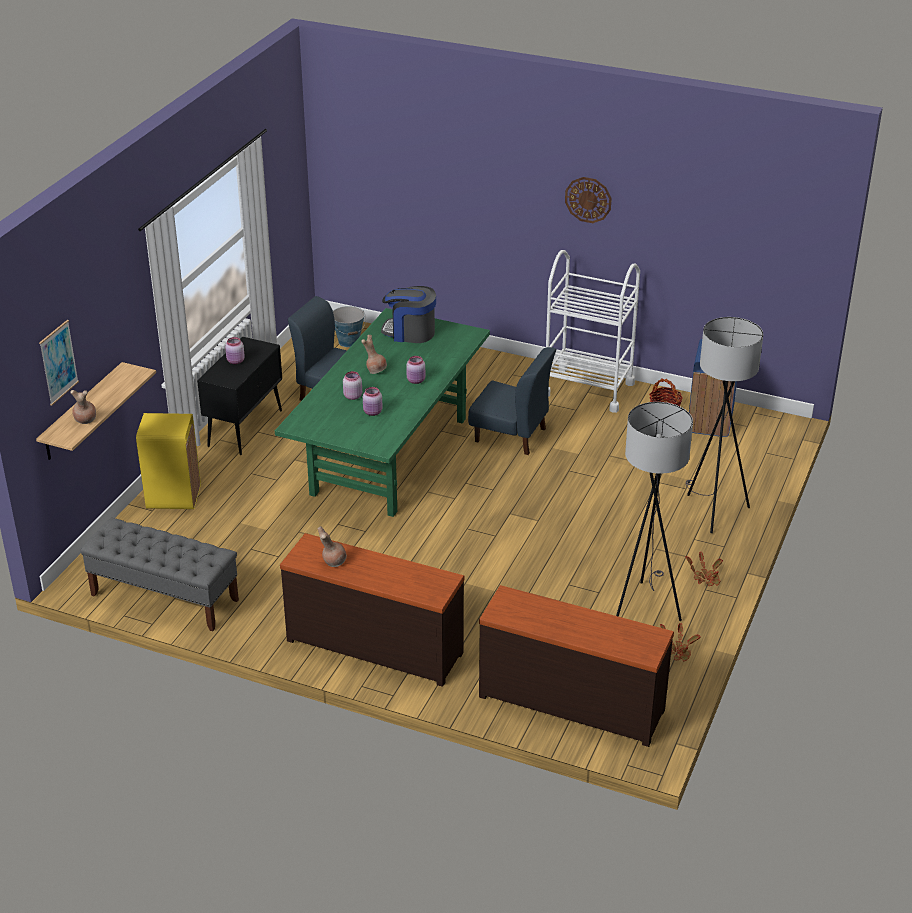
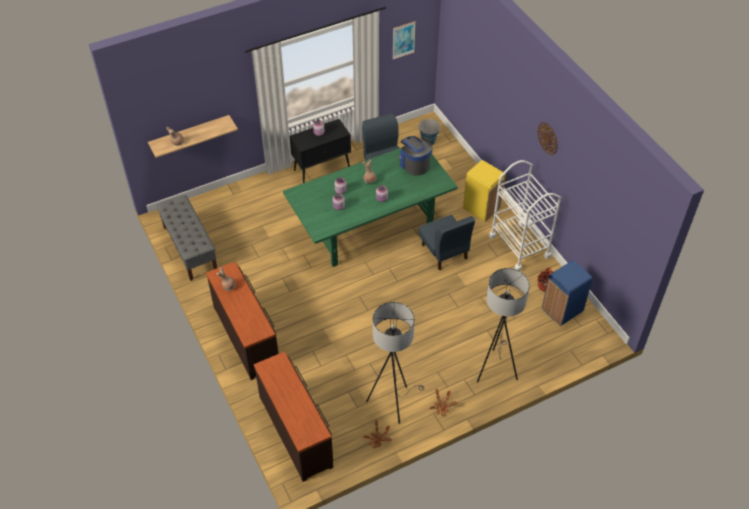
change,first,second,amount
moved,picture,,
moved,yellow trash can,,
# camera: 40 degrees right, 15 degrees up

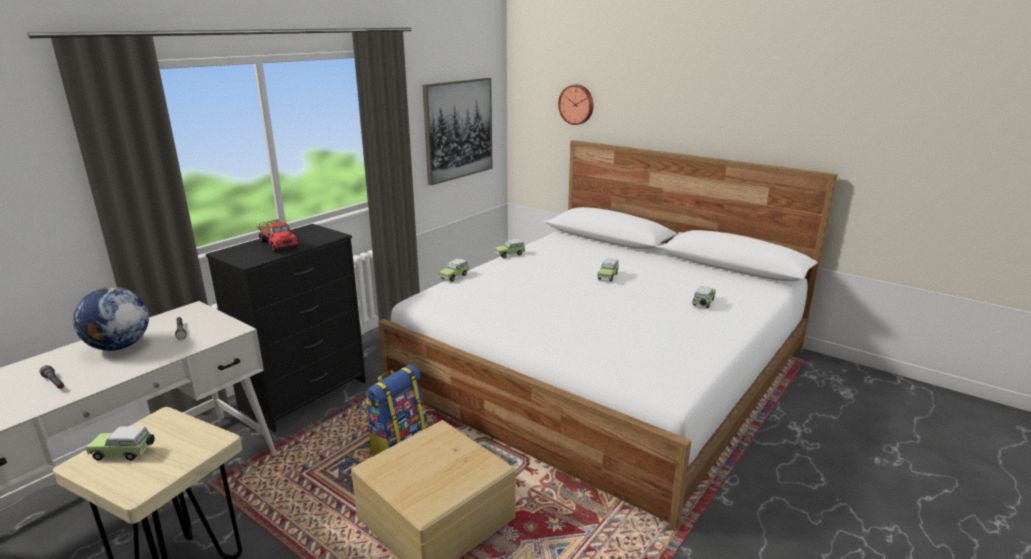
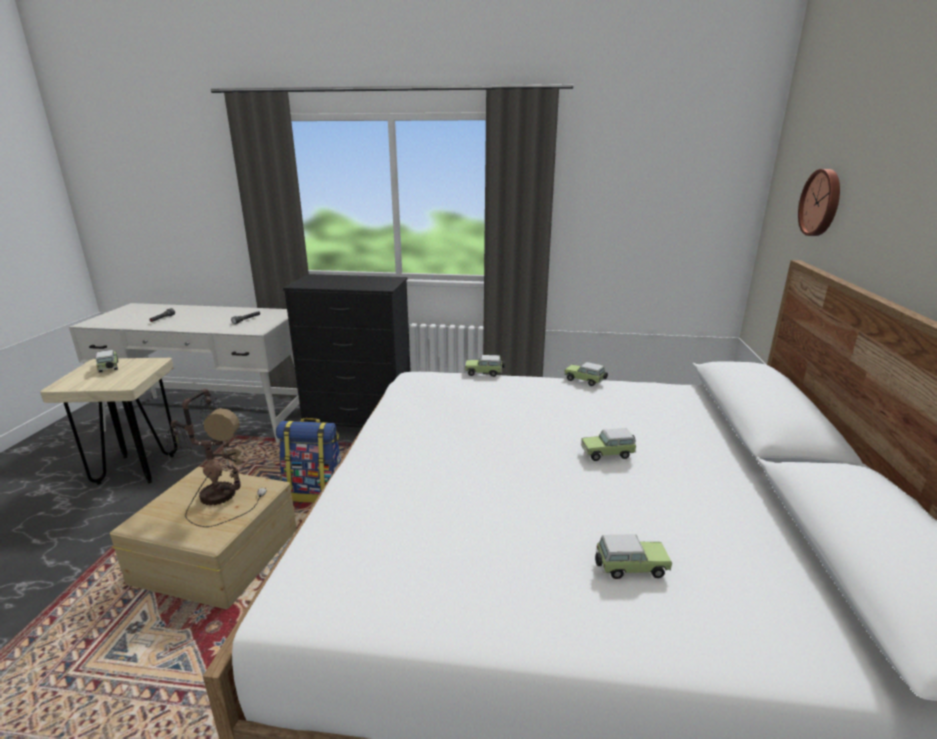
change,first,second,amount
removed,globe,,
removed,toy truck,,
removed,picture,,
added,,table lamp,
# camera: 60 degrees right, 0 degrees up

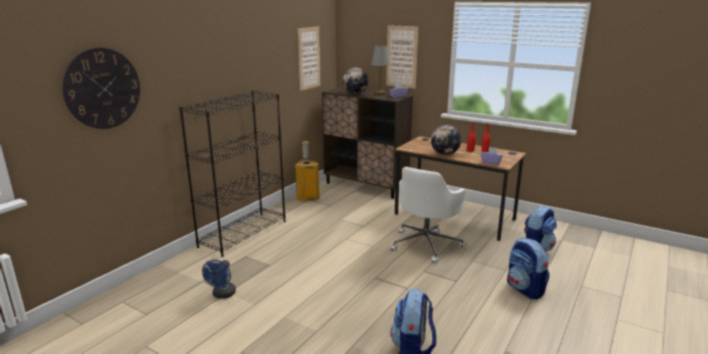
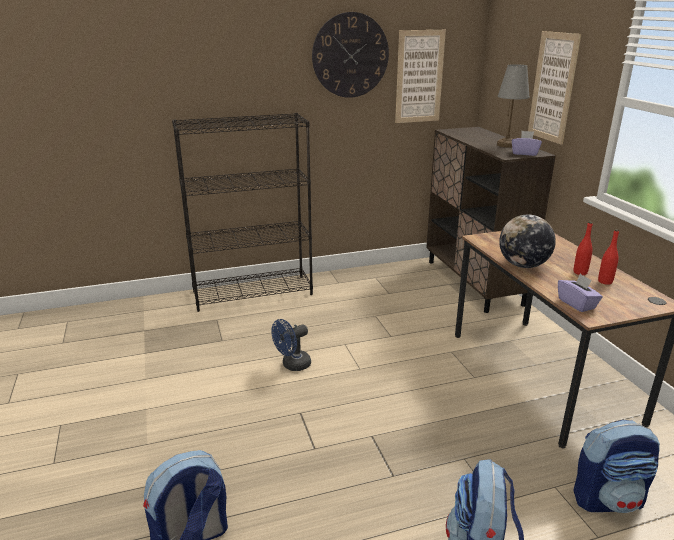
change,first,second,amount
removed,trash can,,
removed,globe (1st from left),,
removed,white office chair,,
moved,wall clock,,
moved,blue fan,,
# camera: 40 degrees right, 5 degrees up

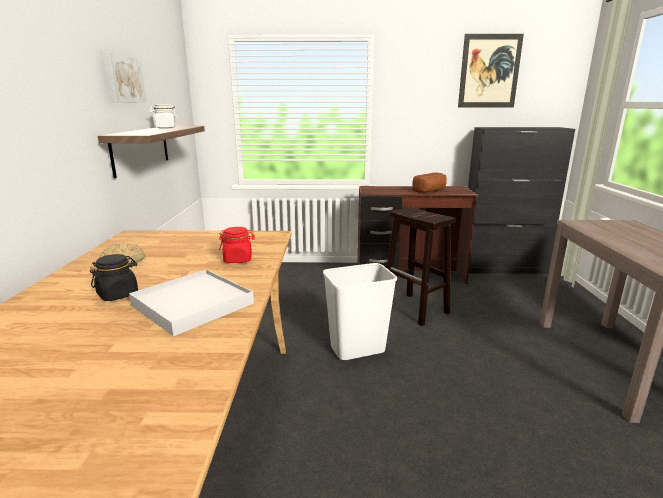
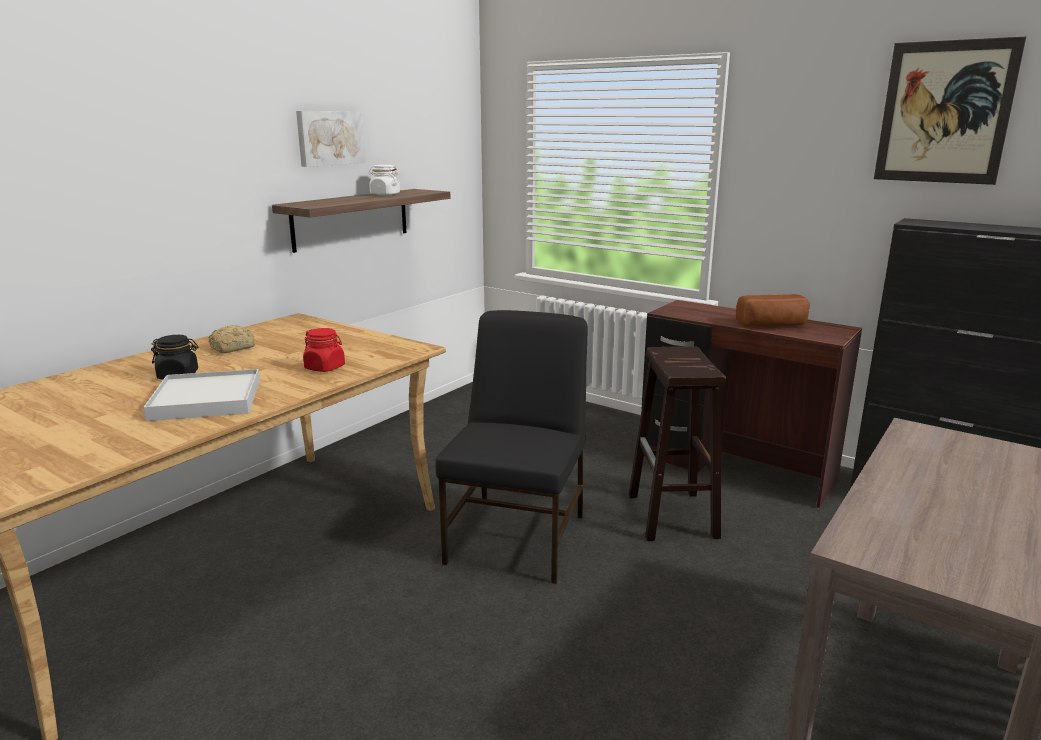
change,first,second,amount
replaced,white trash can,black chair,
# camera: 35 degrees right, 0 degrees up

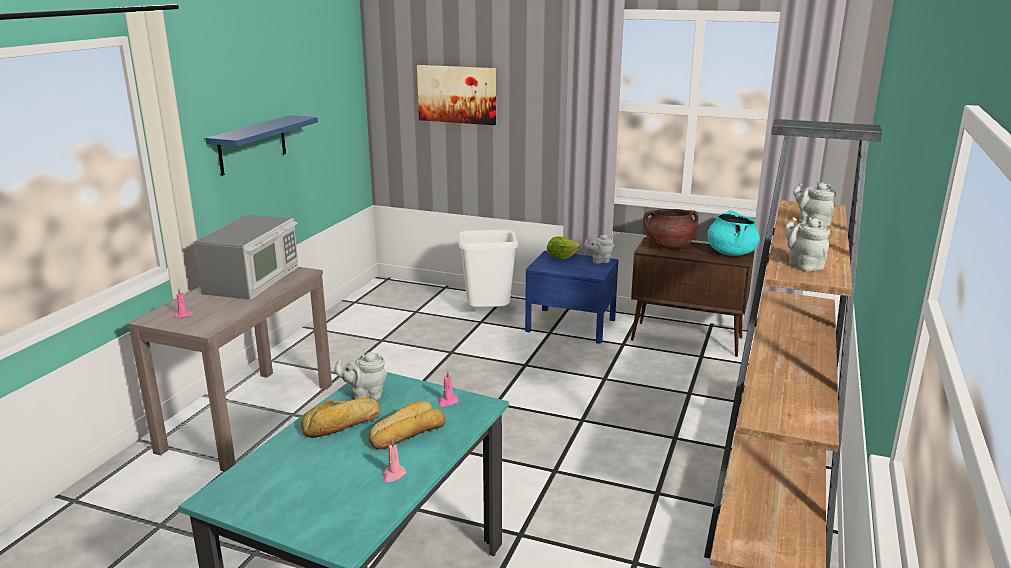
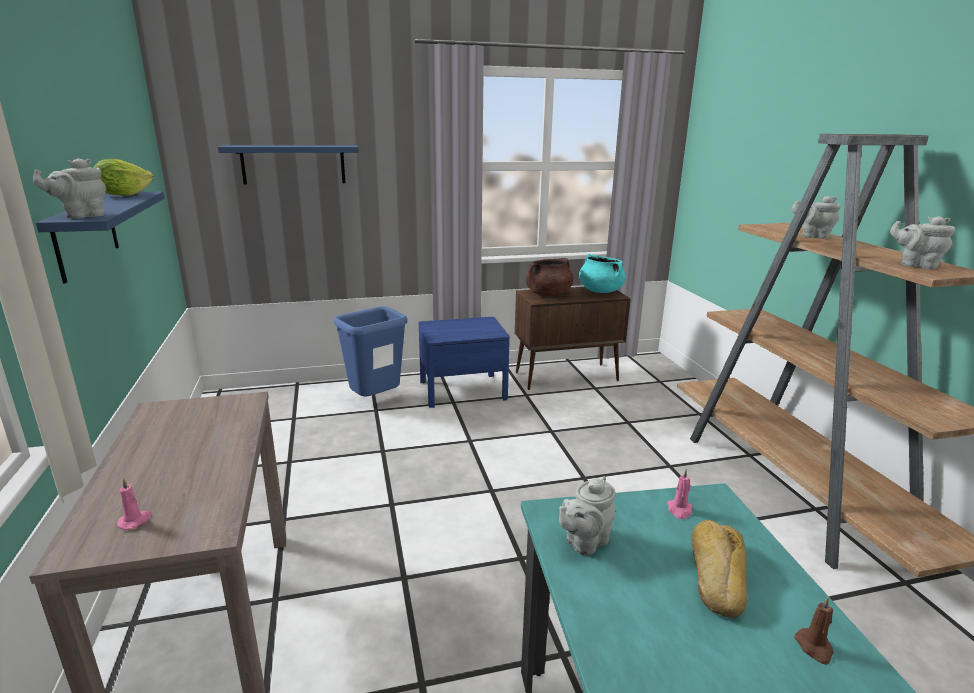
change,first,second,amount
removed,microwave,,
removed,bread (1st from left),,
moved,lettuce,,
moved,grey teapot (2nd from left in the first image),grey teapot (1st from left),
replaced,picture,blue shelf (2nd from left),
recoloured,pink candle (2nd from left),brown candle,
recoloured,white trash can,blue trash can,
# camera: 35 degrees left, 0 degrees up

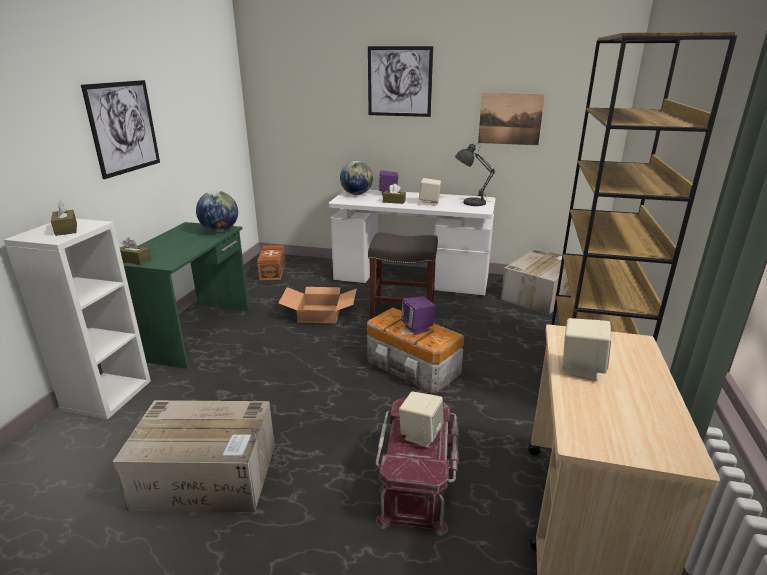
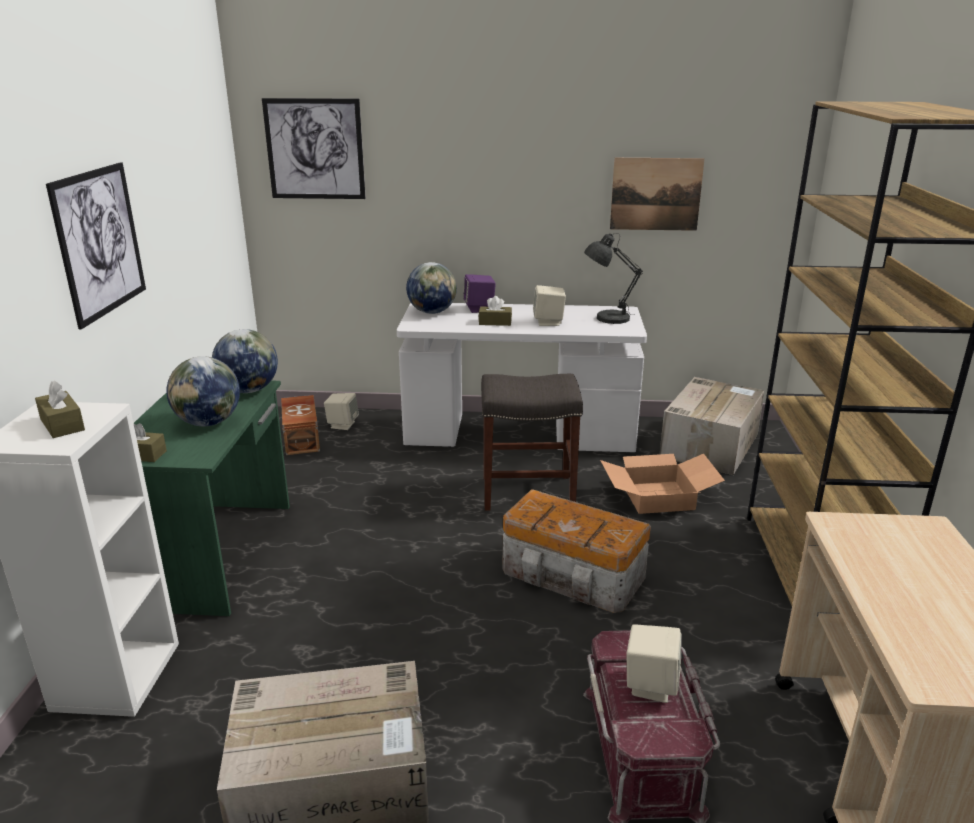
change,first,second,amount
removed,purple speaker (2nd from left),,
added,,globe (1st from left),
moved,cardboard box (2nd from left),,
moved,picture (2nd from left),,
moved,beige speaker (3rd from left in the first image),beige speaker (1st from left),
# camera: 10 degrees left, 0 degrees up

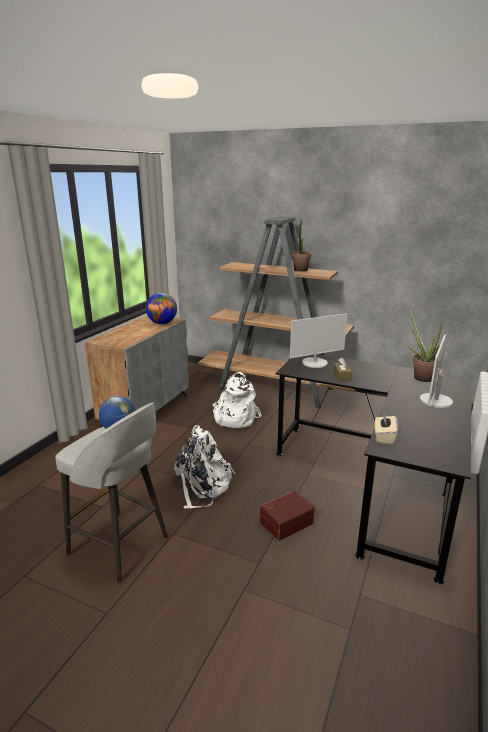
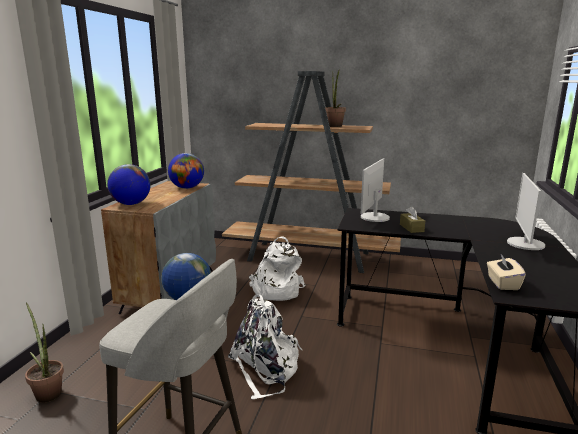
change,first,second,amount
removed,brown storage box,,
added,,globe (1st from left),
moved,potted plant (2nd from left in the first image),potted plant (1st from left),
turned,monitor (1st from left),,150 degrees clockwise
# camera: 10 degrees left, 5 degrees down

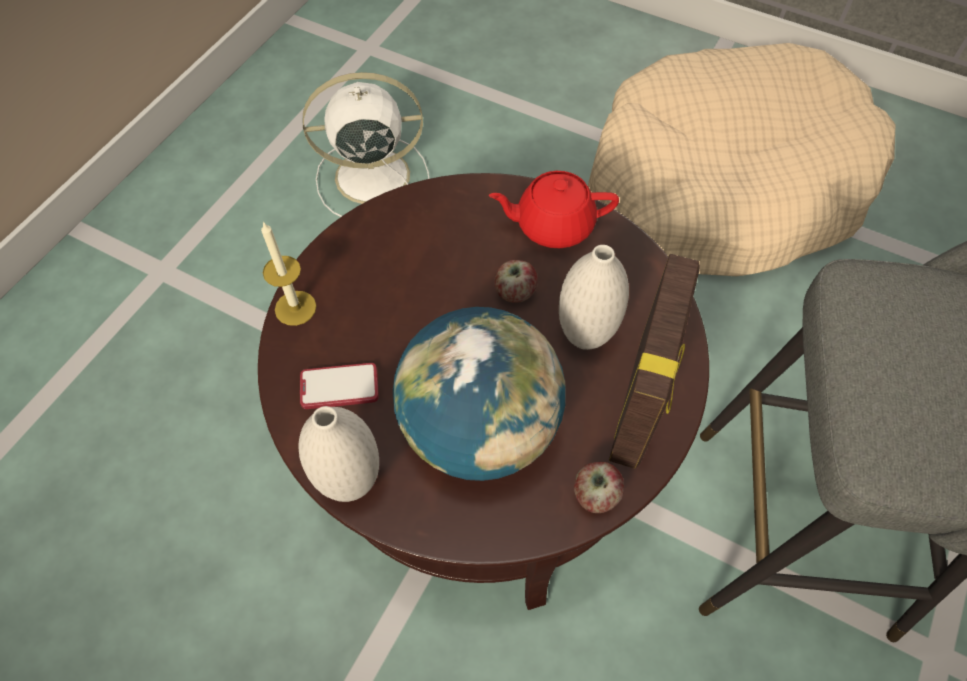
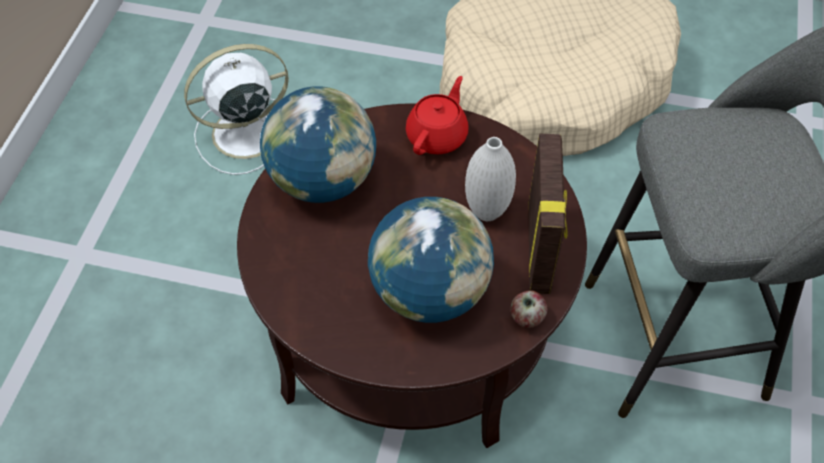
change,first,second,amount
removed,candle,,
removed,white vase (1st from left),,
removed,phone,,
removed,apple (1st from left),,
added,,globe (1st from left),
turned,red teapot,,135 degrees clockwise
# camera: 15 degrees left, 5 degrees down

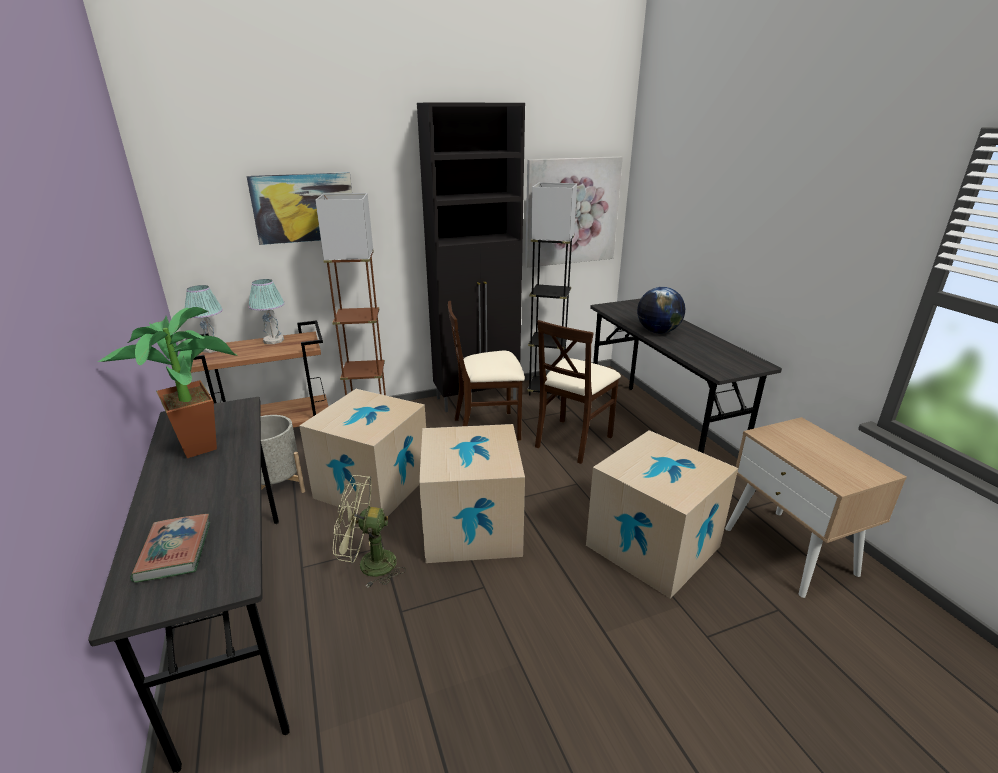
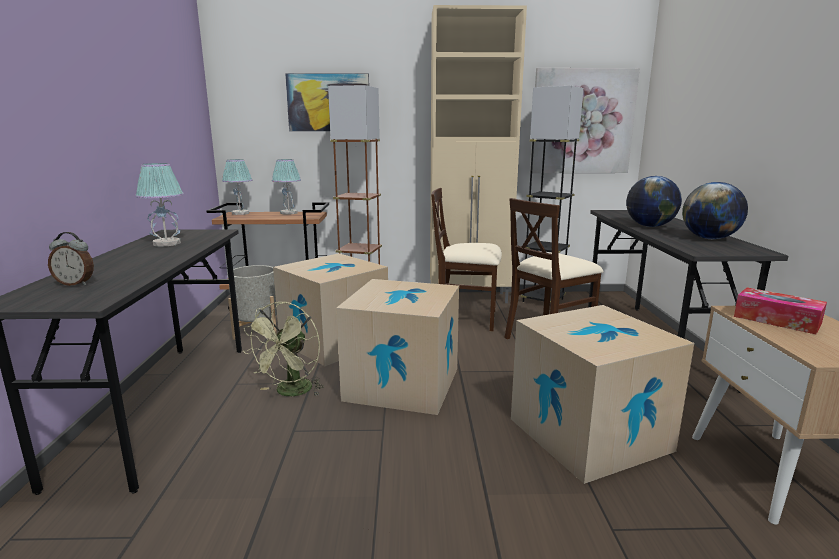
change,first,second,amount
added,,globe (2nd from left),
added,,tissue box,
replaced,potted plant,table lamp (1st from left),
replaced,book,alarm clock,
recoloured,black cabinet,beige cabinet,
turned,green fan,,90 degrees counterclockwise
# camera: 20 degrees right, 10 degrees down

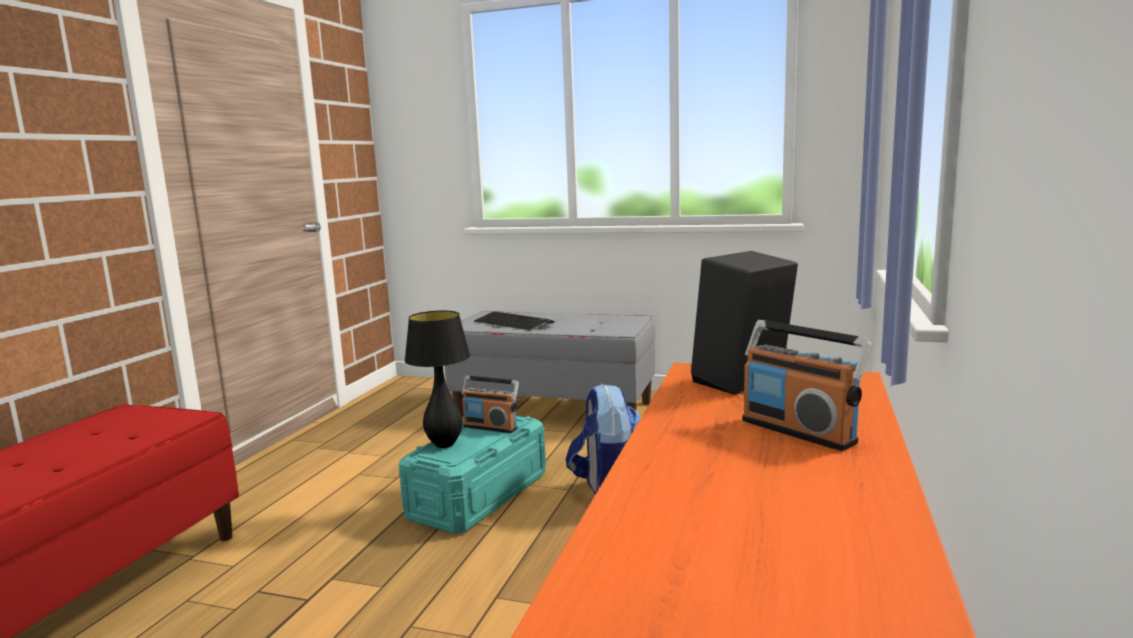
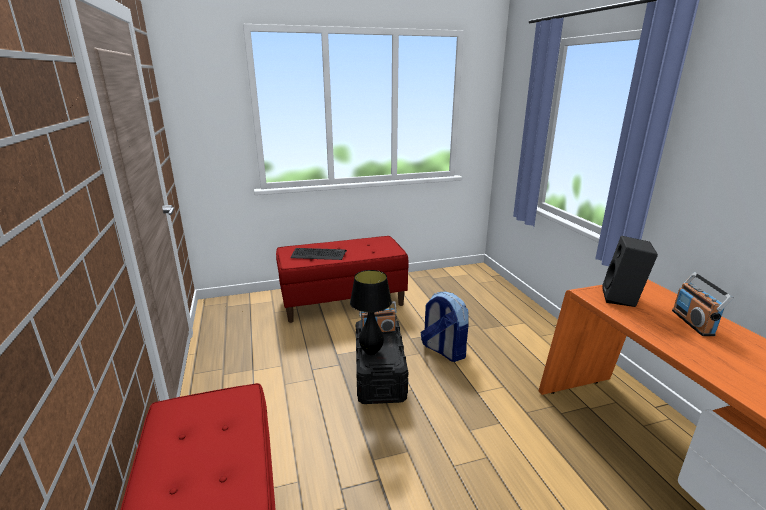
change,first,second,amount
recoloured,turquoise storage box,black storage box,
recoloured,grey bench,red bench (2nd from left),
turned,radio (2nd from left),,75 degrees clockwise
# camera: 35 degrees left, 10 degrees up

